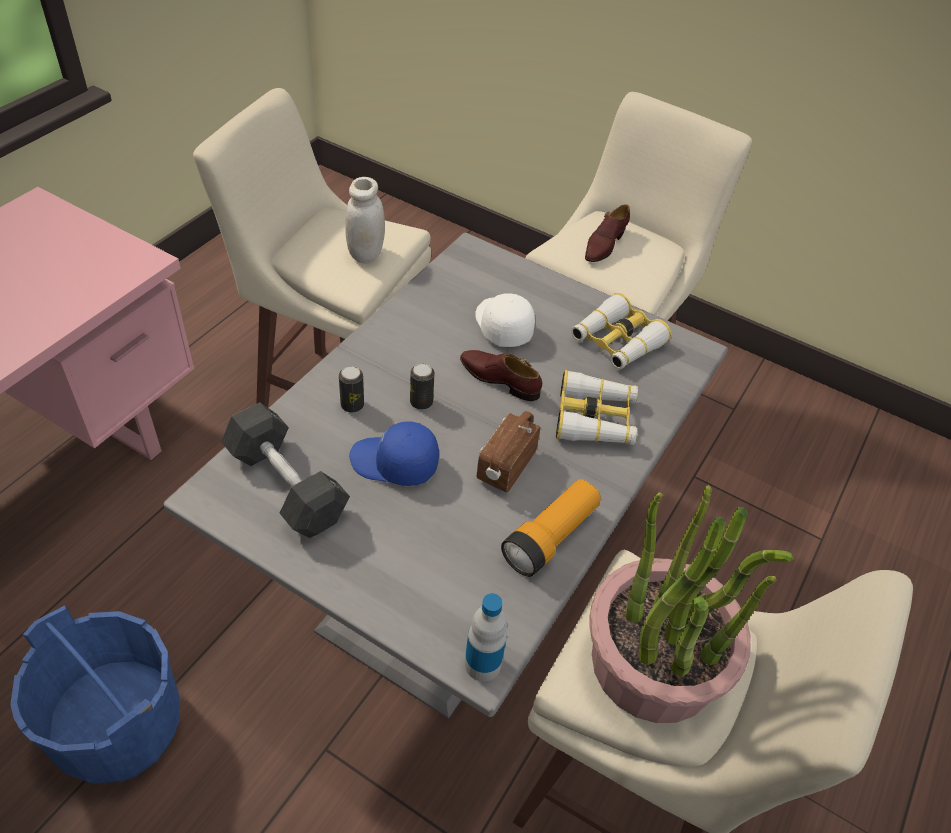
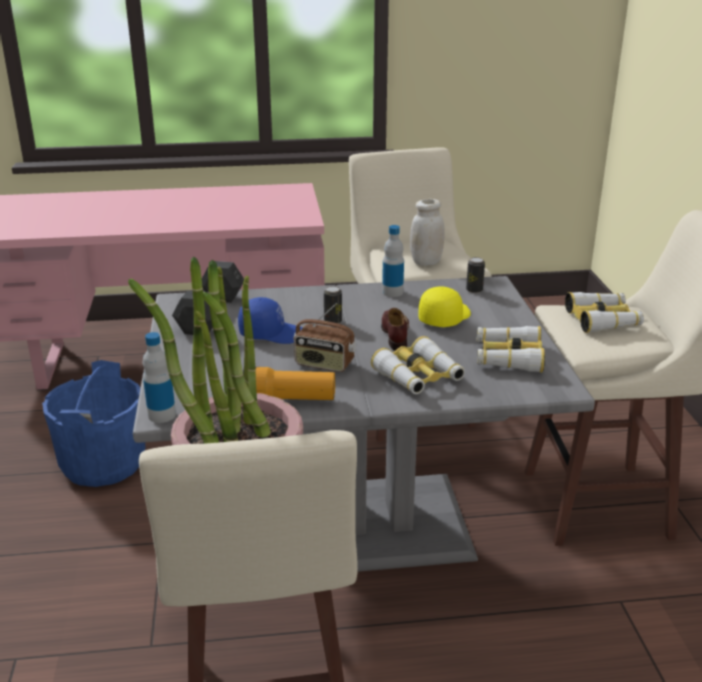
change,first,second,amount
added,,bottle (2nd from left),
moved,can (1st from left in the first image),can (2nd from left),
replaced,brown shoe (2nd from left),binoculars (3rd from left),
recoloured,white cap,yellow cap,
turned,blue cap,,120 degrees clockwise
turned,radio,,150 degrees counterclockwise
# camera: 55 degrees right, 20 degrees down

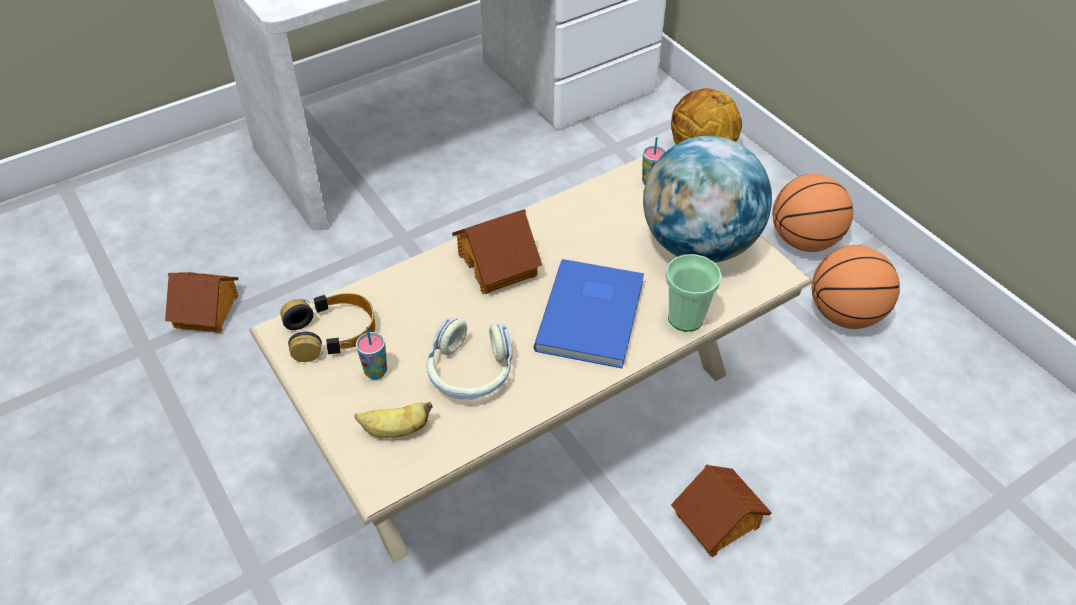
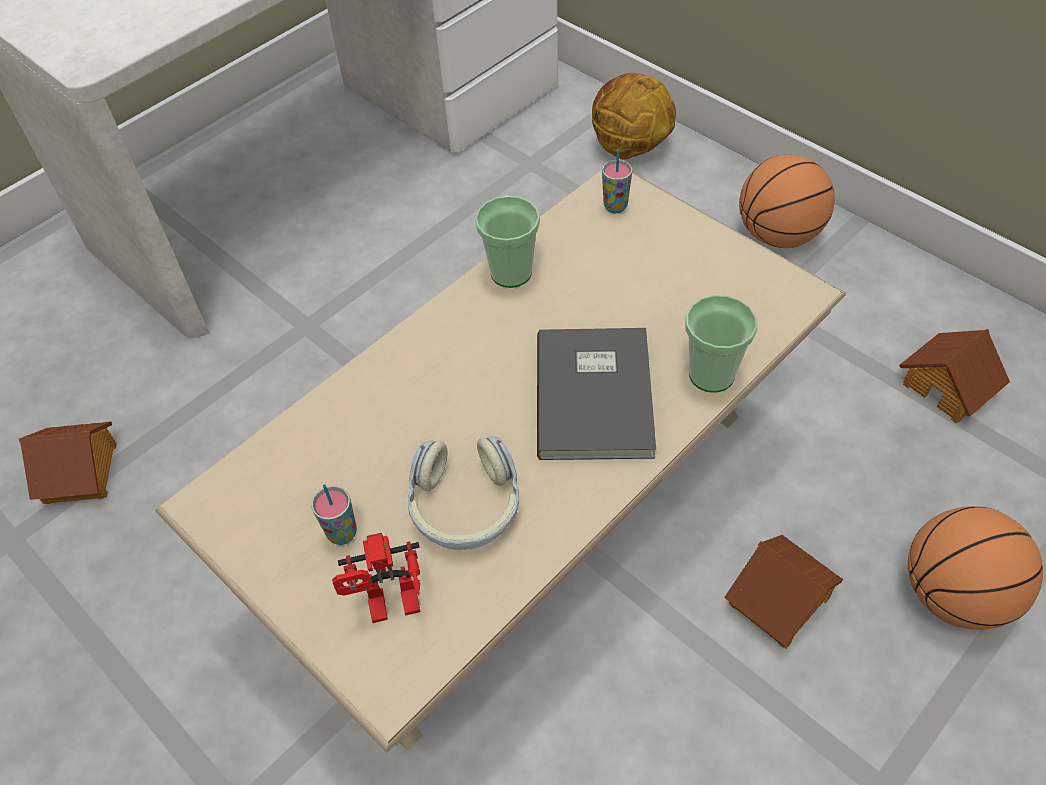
change,first,second,amount
removed,headphones (1st from left),,
removed,globe,,
added,,cup (2nd from left),
moved,toy house (2nd from left in the first image),toy house (3rd from left),
moved,basketball (3rd from left),,
replaced,banana,toy robot,
recoloured,blue book,grey book,
# camera: 10 degrees left, 5 degrees up

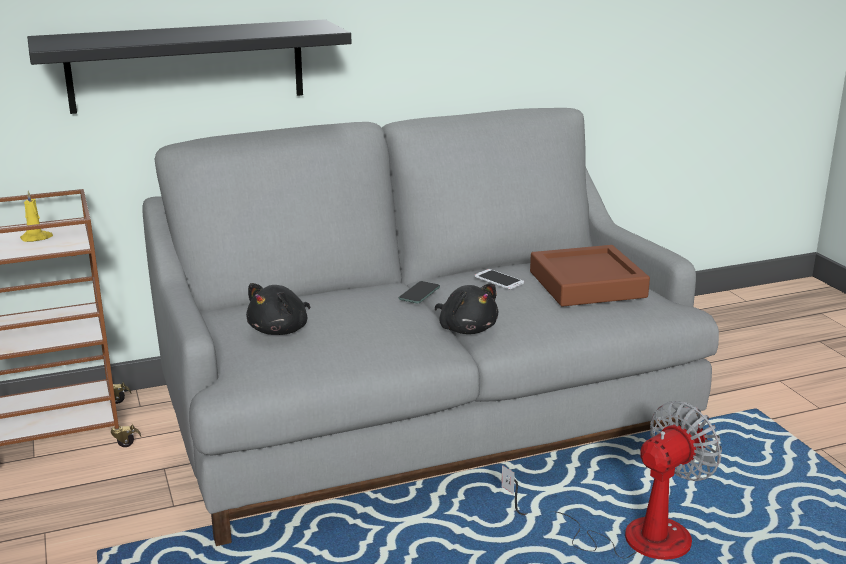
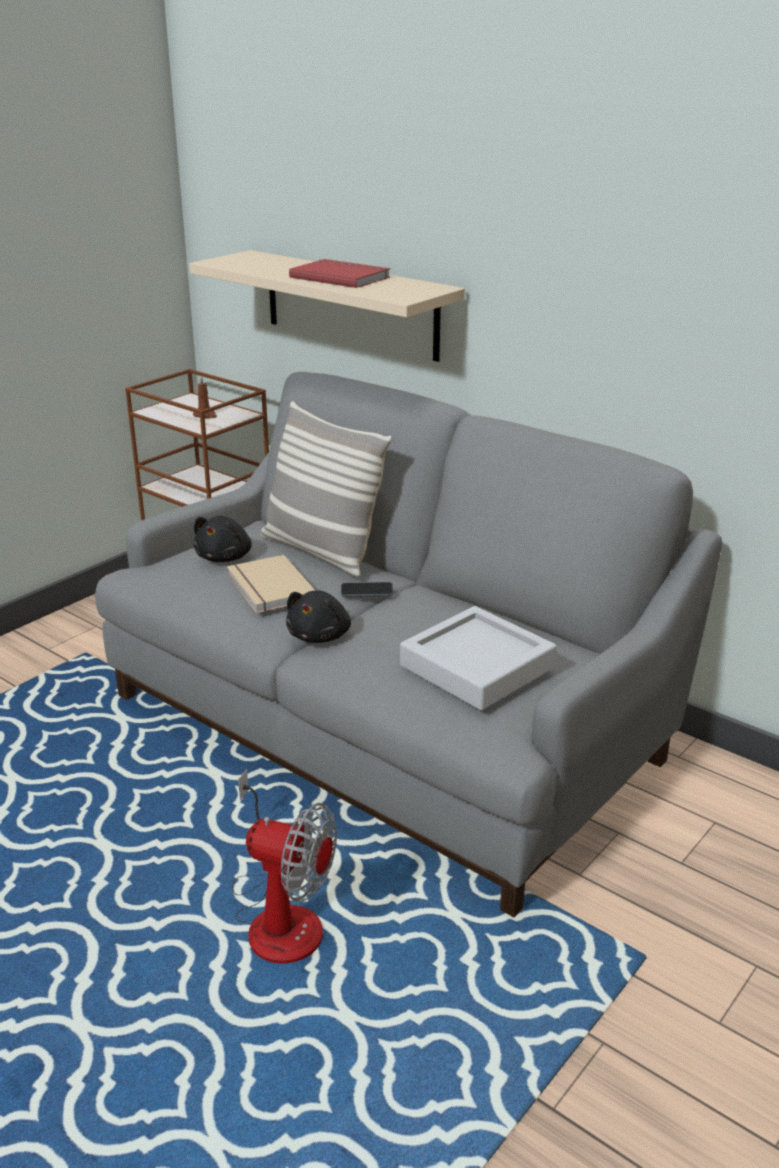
change,first,second,amount
removed,phone (2nd from left),,
added,,beige book,
added,,pillow,
added,,red book,
recoloured,yellow candle,brown candle,
recoloured,black shelf,beige shelf,
recoloured,brown tray,grey tray,
turned,black plush toy (1st from left),,75 degrees counterclockwise
# camera: 60 degrees right, 5 degrees up

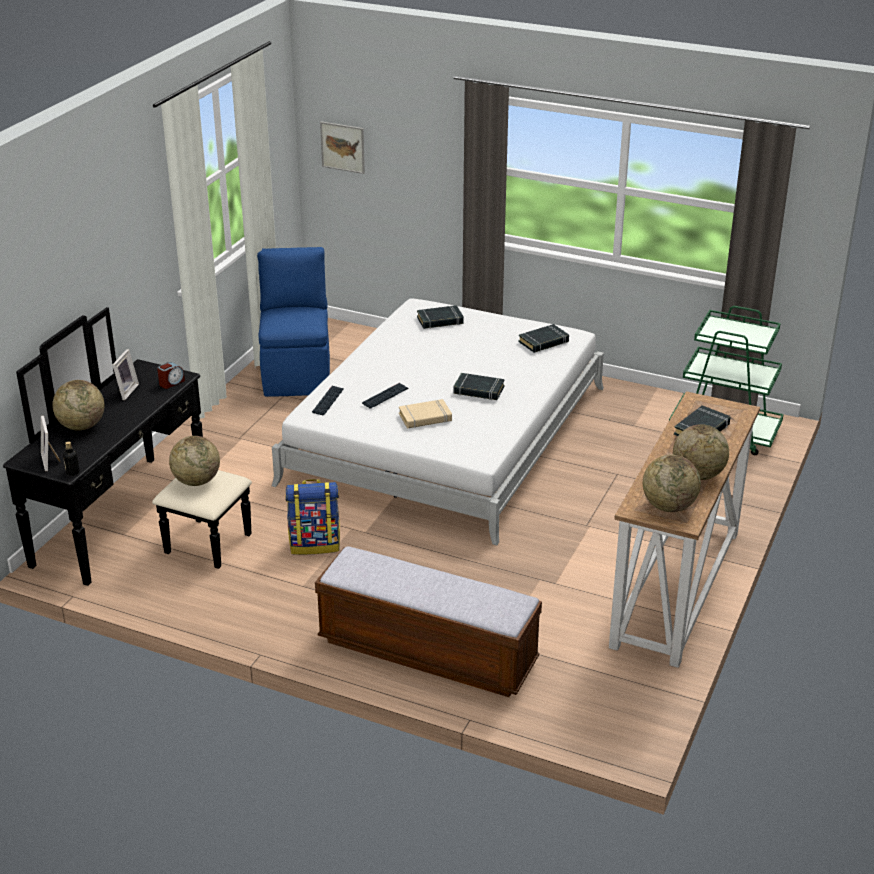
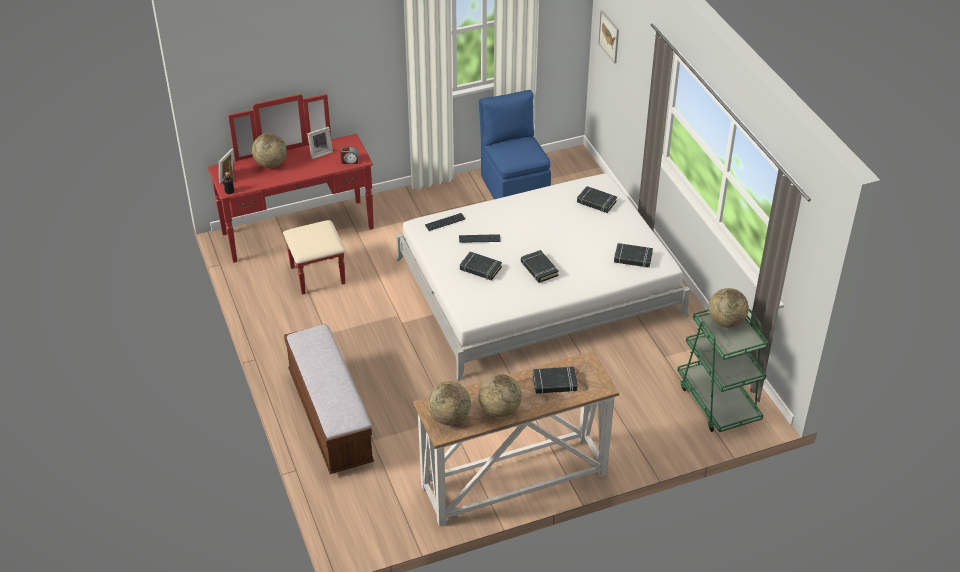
change,first,second,amount
removed,backpack,,
moved,globe (2nd from left in the first image),globe (4th from left),
recoloured,black dresser,red dresser,
recoloured,beige book,black book (1st from left),
turned,blue chair,,60 degrees counterclockwise
# camera: 45 degrees right, 10 degrees up

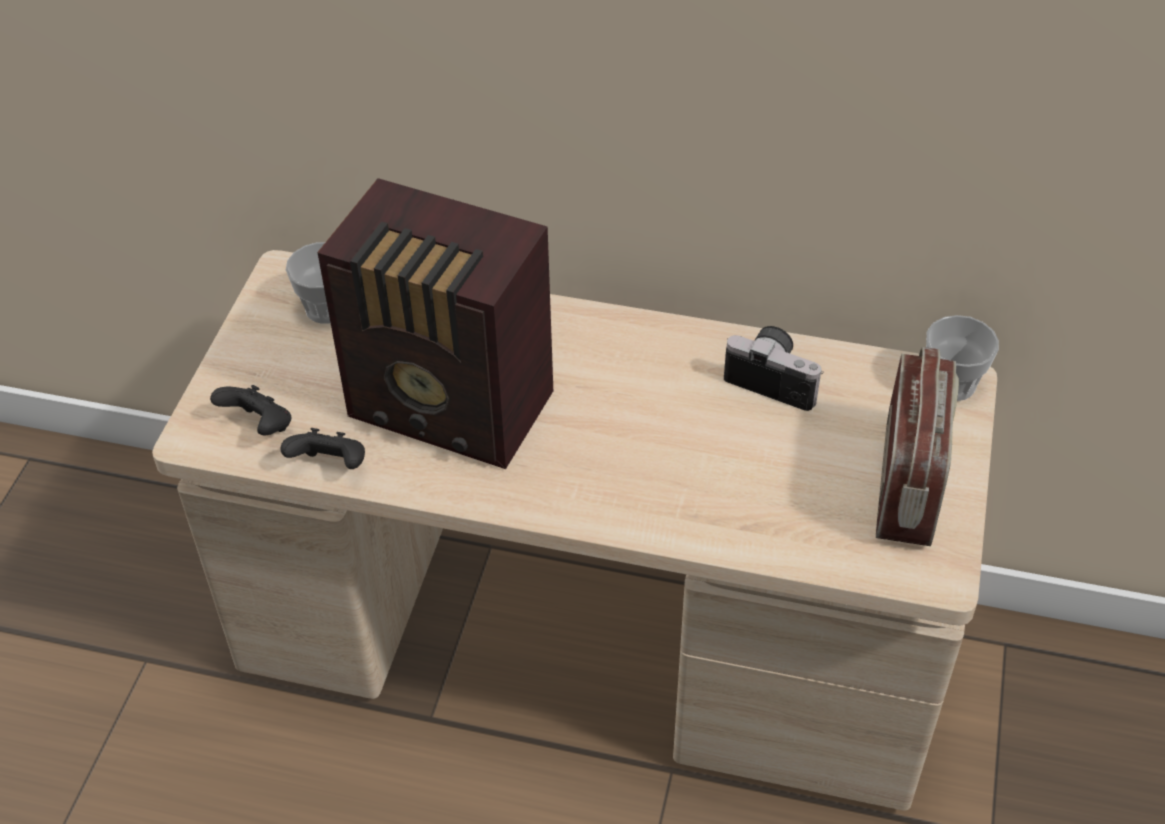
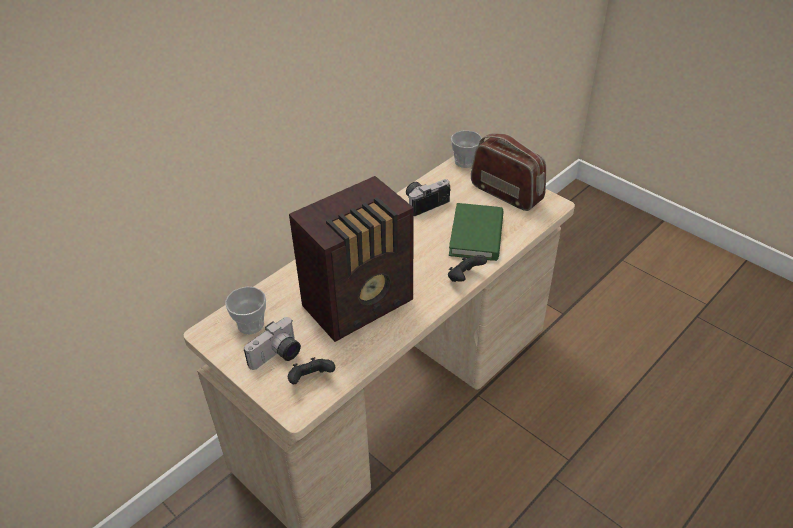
change,first,second,amount
added,,photo camera (1st from left),
added,,green book,
moved,black game controller (2nd from left),,
# camera: 60 degrees left, 5 degrees down

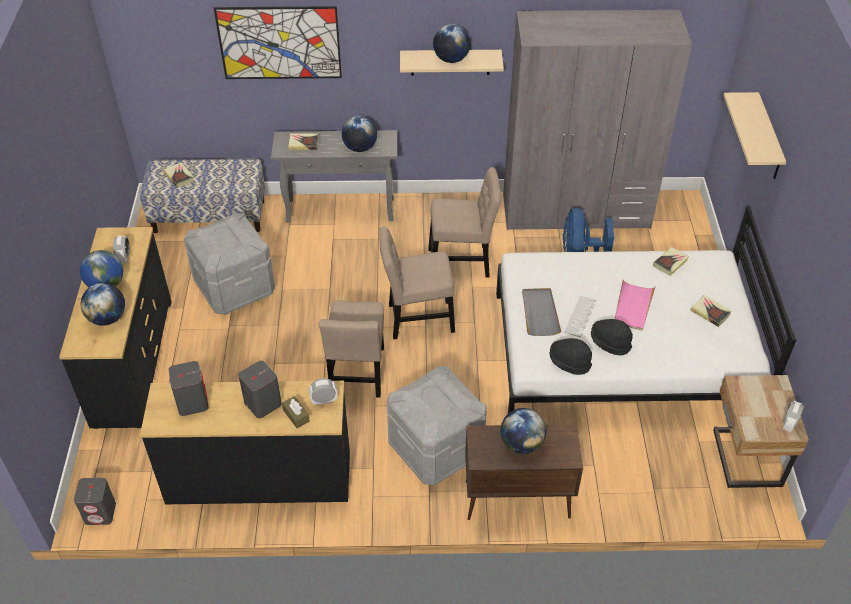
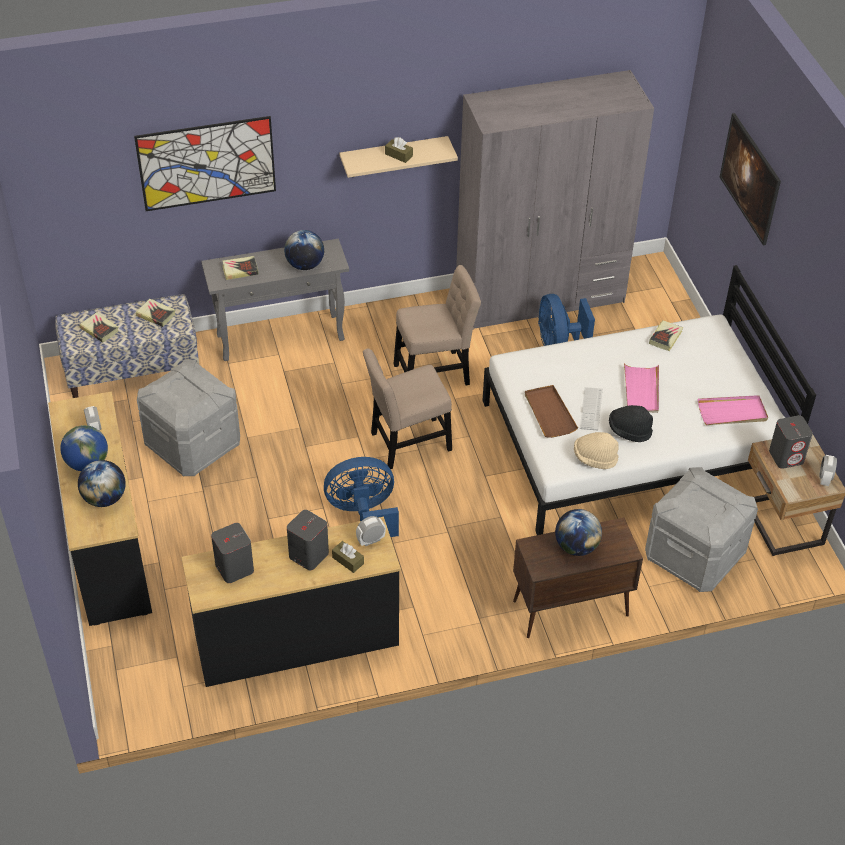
change,first,second,amount
added,,pink tray (2nd from left),
moved,grey speaker (1st from left in the first image),grey speaker (3rd from left),
moved,grey storage box (2nd from left),,
moved,book (4th from left in the first image),book (2nd from left),
replaced,beige chair (1st from left),blue fan (1st from left),
replaced,globe (4th from left),brown tissue box (2nd from left),
replaced,beige shelf (2nd from left),picture (2nd from left),
recoloured,grey tray,brown tray,
recoloured,black hat (1st from left),beige hat,
# camera: 15 degrees left, 0 degrees up

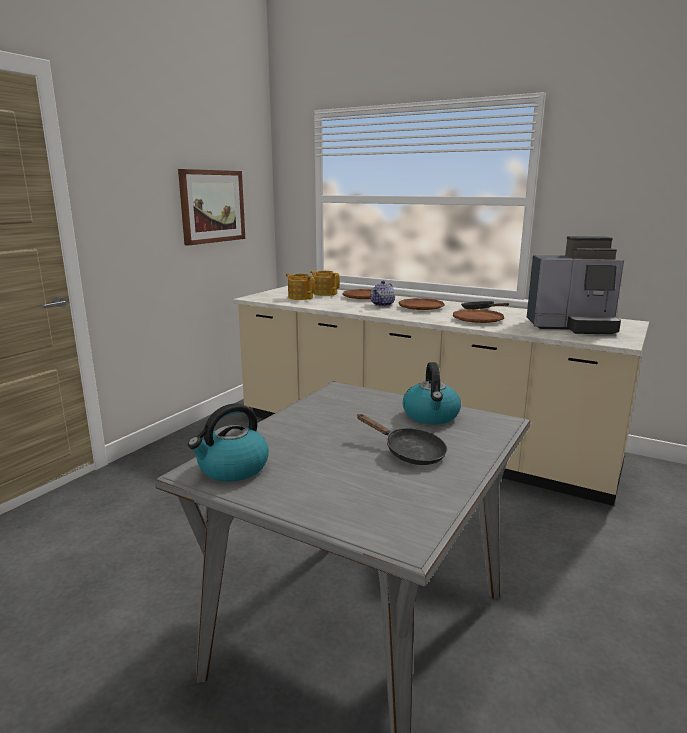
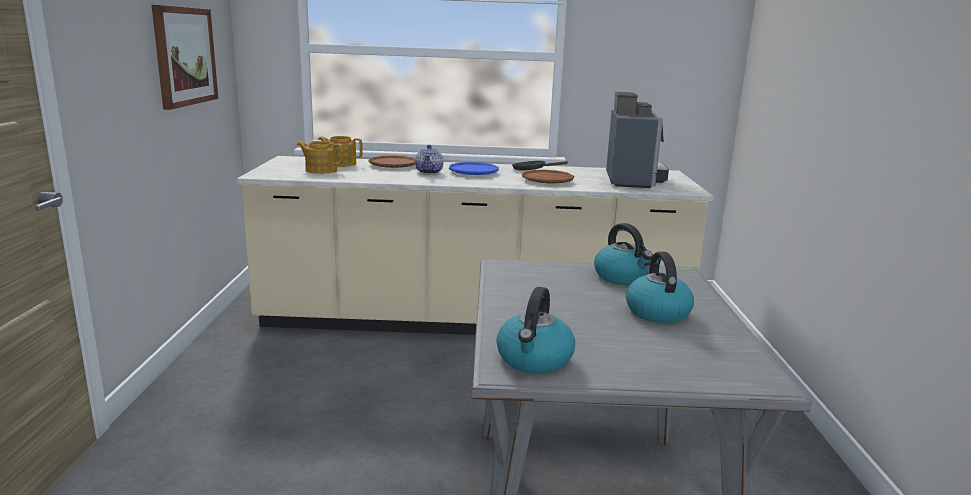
change,first,second,amount
replaced,black frying pan (1st from left),kettle (3rd from left),
recoloured,brown plate (2nd from left),blue plate,
turned,coffee machine,,60 degrees counterclockwise
# camera: 30 degrees left, 0 degrees up

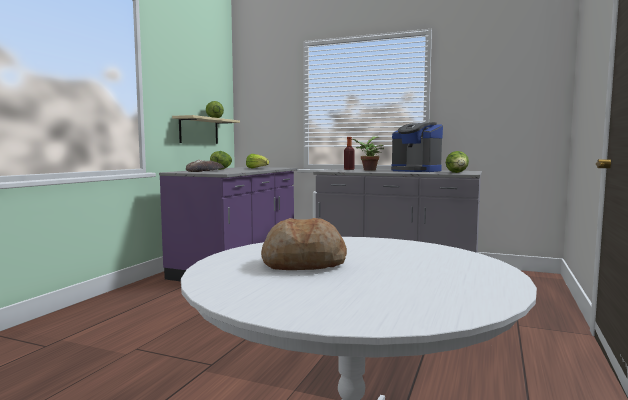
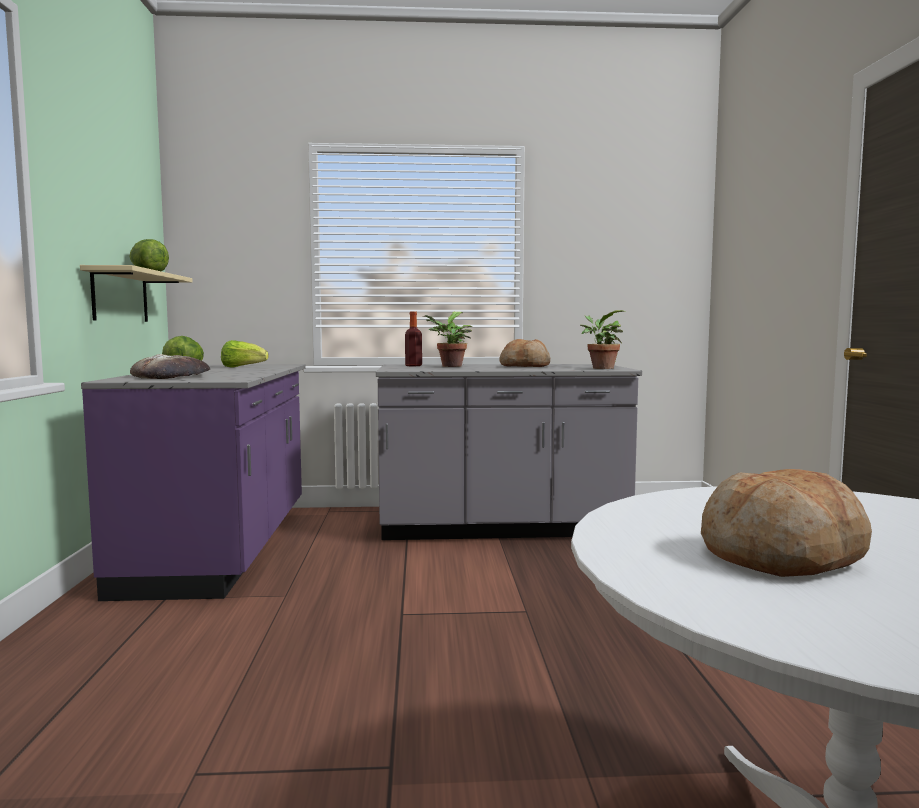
change,first,second,amount
replaced,coffee machine,bread (2nd from left),
replaced,lettuce (4th from left),potted plant (2nd from left),
# camera: 25 degrees left, 0 degrees up

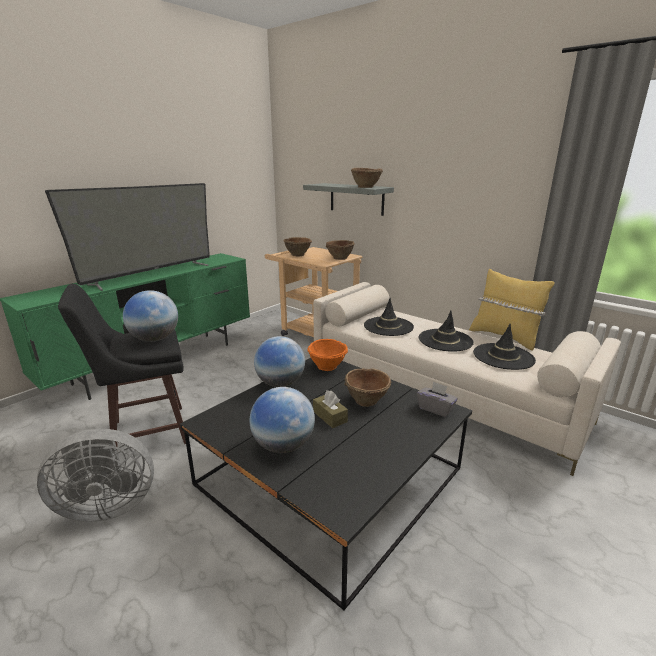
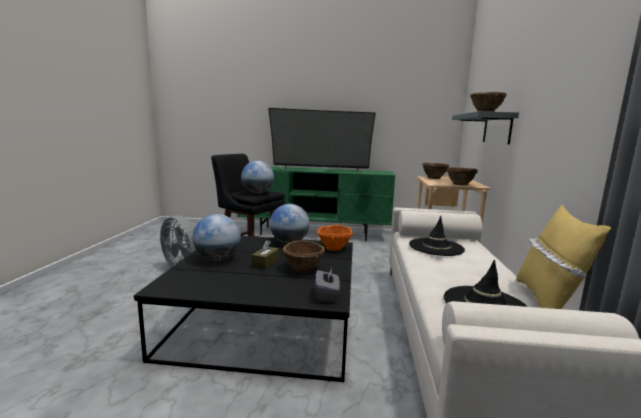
change,first,second,amount
removed,black hat (2nd from left),,
# camera: 55 degrees right, 10 degrees down

